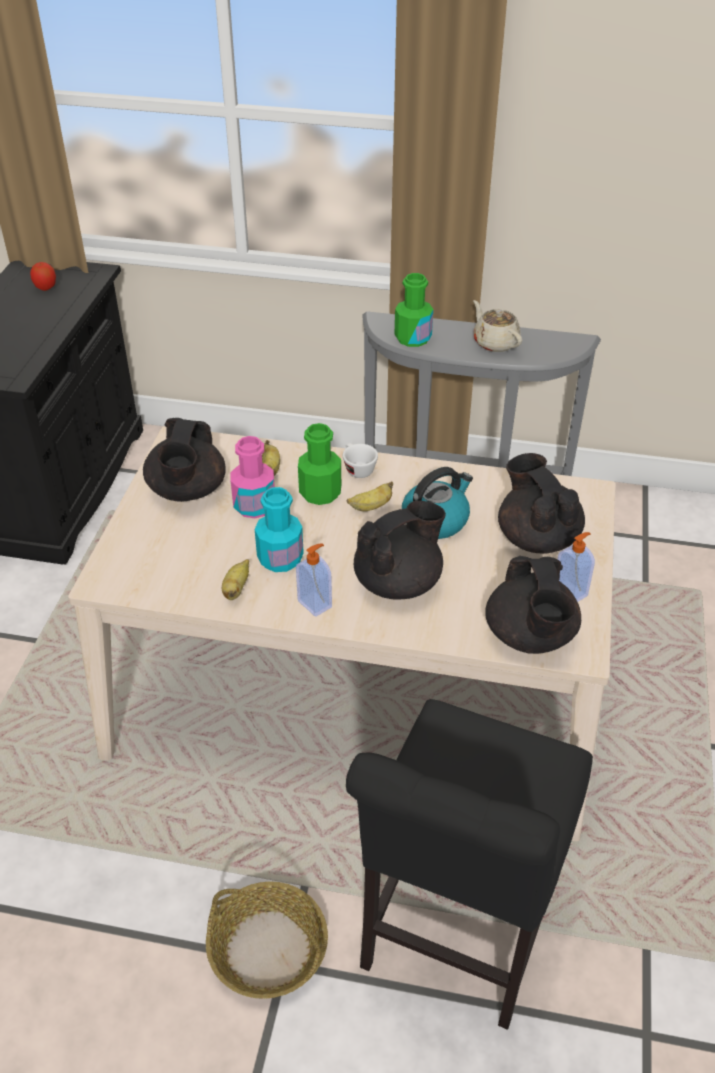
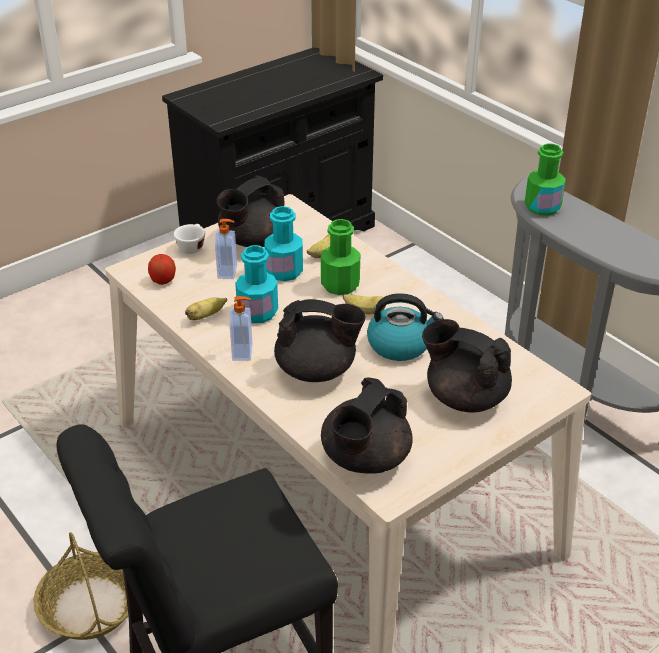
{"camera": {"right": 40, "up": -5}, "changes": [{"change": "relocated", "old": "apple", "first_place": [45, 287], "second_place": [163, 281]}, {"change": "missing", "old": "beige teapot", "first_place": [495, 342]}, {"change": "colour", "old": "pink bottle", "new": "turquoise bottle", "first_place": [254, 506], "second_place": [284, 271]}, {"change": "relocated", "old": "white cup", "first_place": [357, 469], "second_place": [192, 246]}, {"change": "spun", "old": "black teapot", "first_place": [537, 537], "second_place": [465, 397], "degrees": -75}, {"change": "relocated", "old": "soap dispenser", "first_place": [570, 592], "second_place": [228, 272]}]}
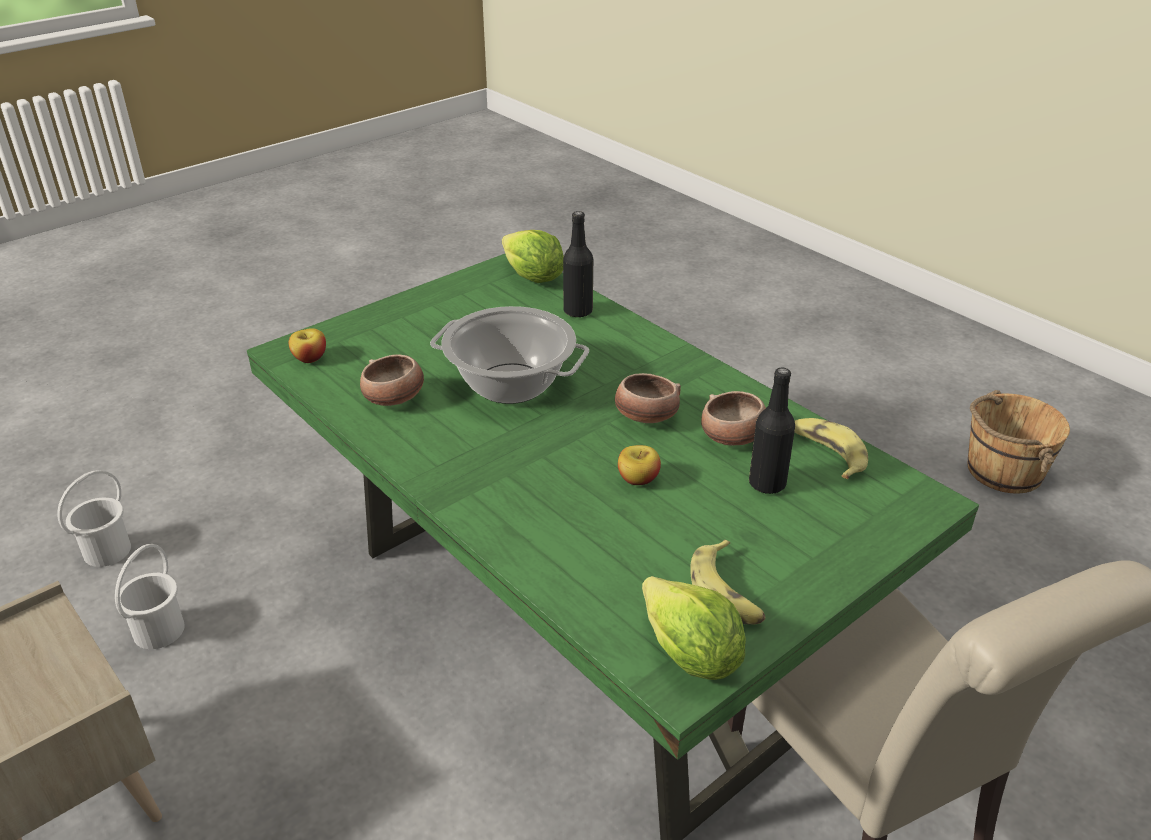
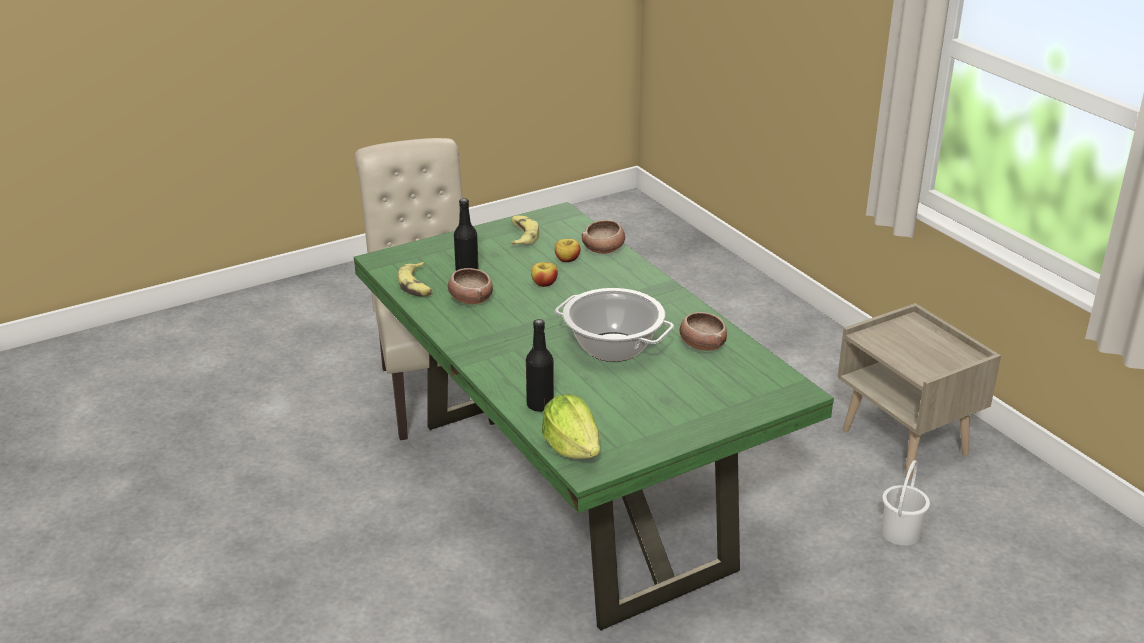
{"camera": {"right": -170, "up": -5}, "changes": [{"change": "relocated", "old": "apple", "first_place": [310, 358], "second_place": [567, 260]}, {"change": "relocated", "old": "bowl", "first_place": [645, 417], "second_place": [604, 249]}, {"change": "missing", "old": "brown bucket", "first_place": [1002, 471]}, {"change": "missing", "old": "white bucket", "first_place": [106, 551]}, {"change": "missing", "old": "lettuce", "first_place": [690, 656]}]}
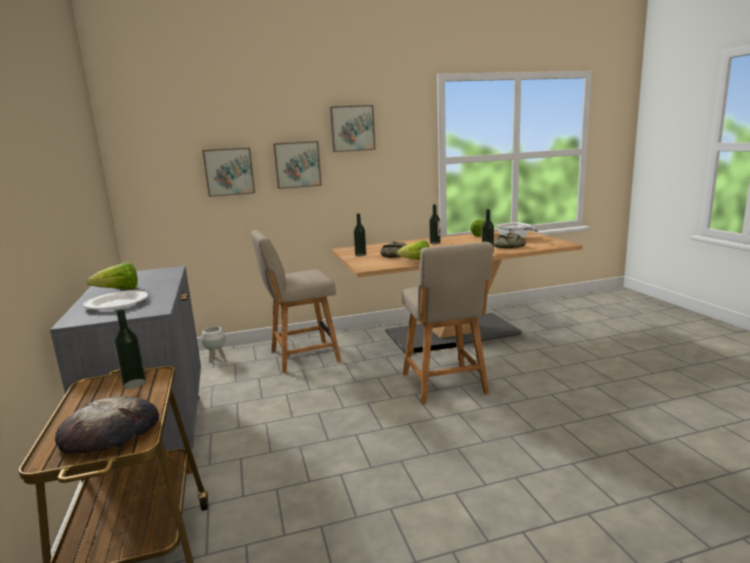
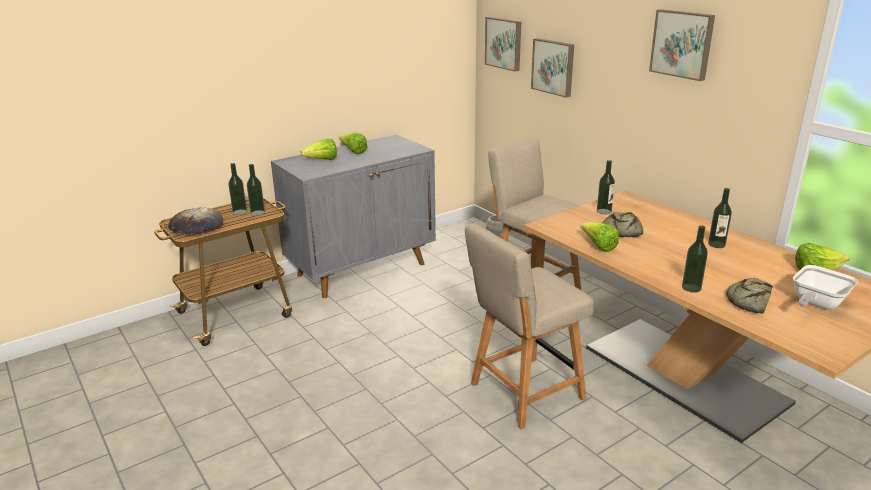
{"camera": {"right": 70, "up": 10}, "changes": [{"change": "relocated", "old": "picture", "first_place": [297, 164], "second_place": [504, 43]}, {"change": "exchanged", "old": "white plate", "new": "lettuce", "first_place": [117, 303], "second_place": [322, 160]}, {"change": "appeared", "new": "bottle", "second_place": [240, 212]}]}
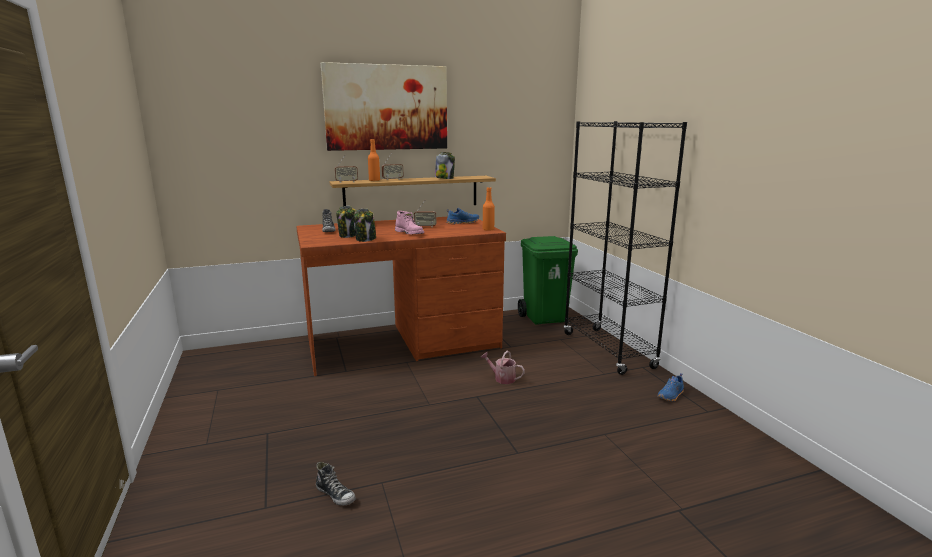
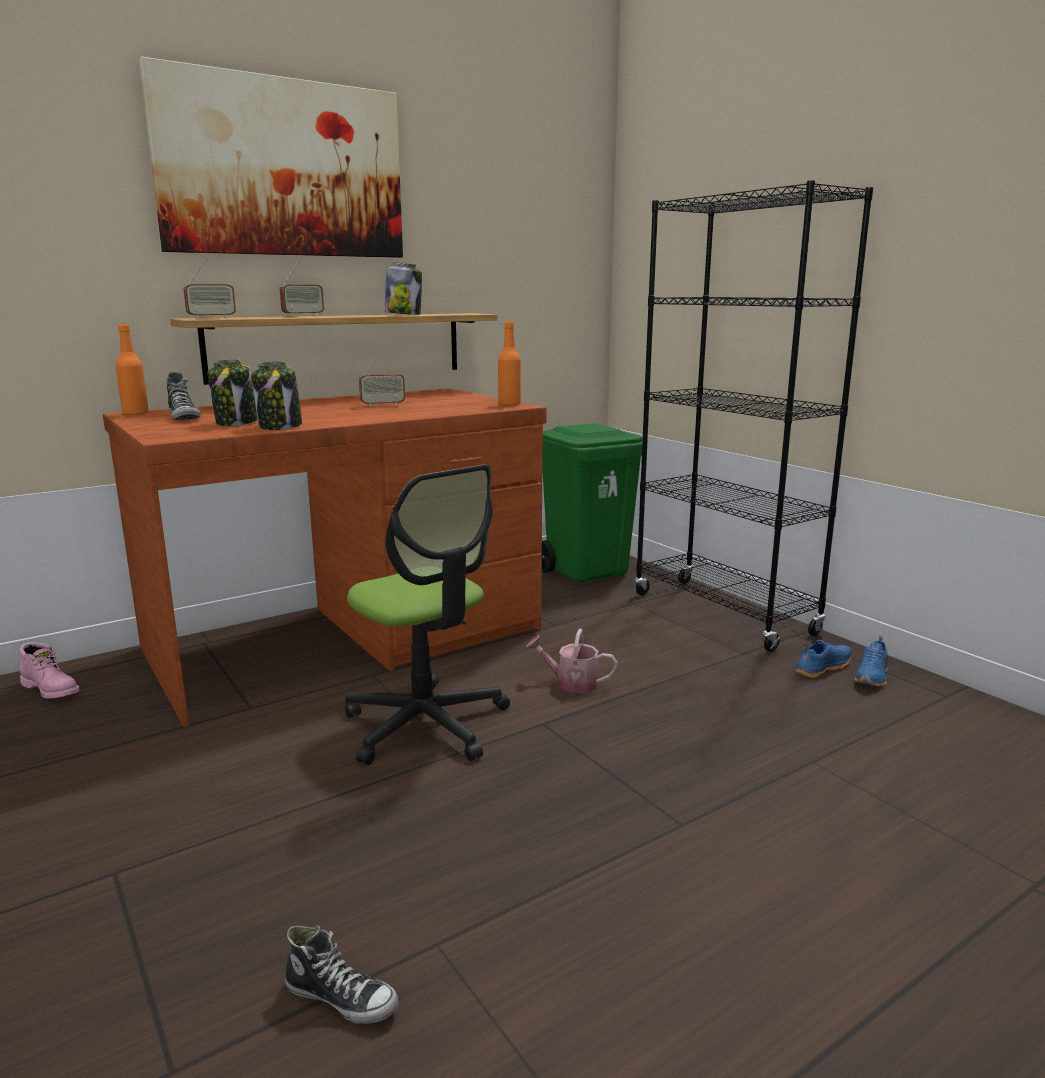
{"camera": {"right": -15, "up": 0}, "changes": [{"change": "relocated", "old": "orange bottle", "first_place": [374, 180], "second_place": [135, 414]}, {"change": "relocated", "old": "blue shoe", "first_place": [462, 223], "second_place": [821, 667]}, {"change": "relocated", "old": "pink boot", "first_place": [410, 233], "second_place": [52, 689]}, {"change": "appeared", "new": "office chair", "second_place": [426, 724]}]}
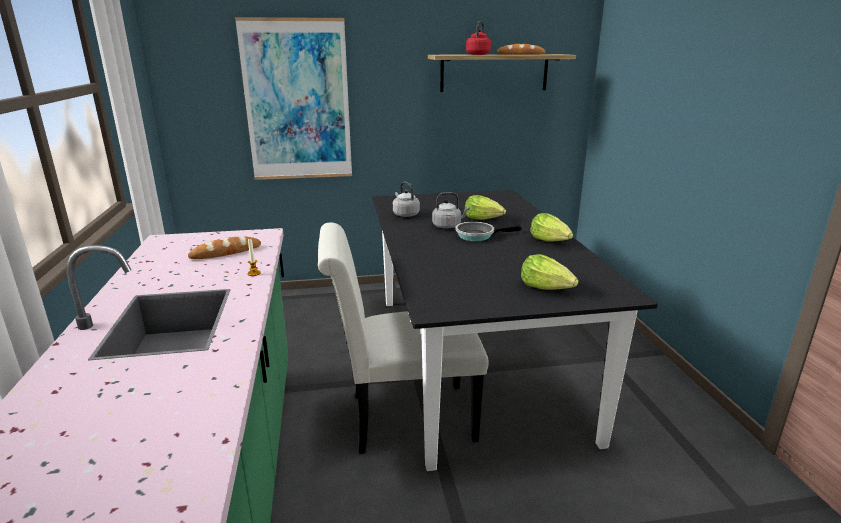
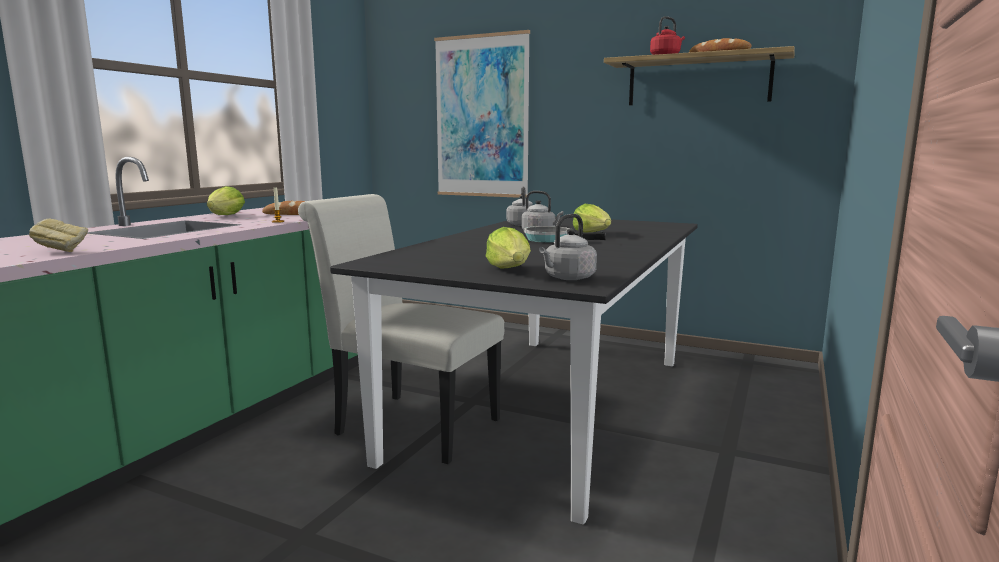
{"camera": {"right": 35, "up": -10}, "changes": [{"change": "relocated", "old": "lettuce", "first_place": [550, 240], "second_place": [226, 216]}, {"change": "appeared", "new": "grey kettle", "second_place": [567, 278]}, {"change": "appeared", "new": "bread", "second_place": [62, 251]}]}
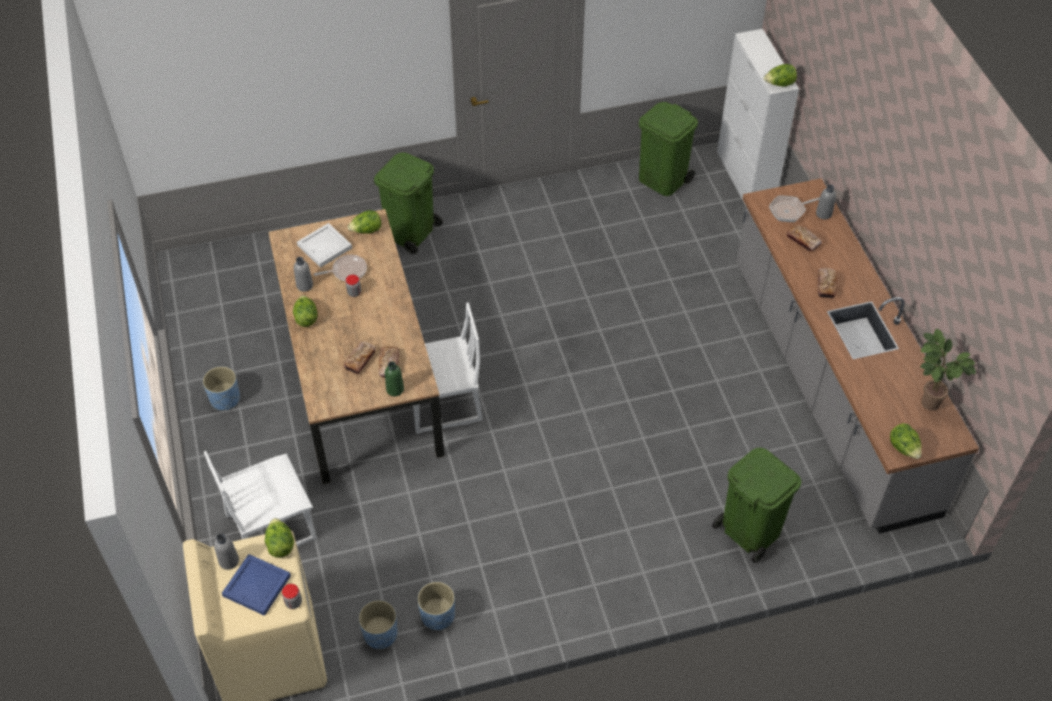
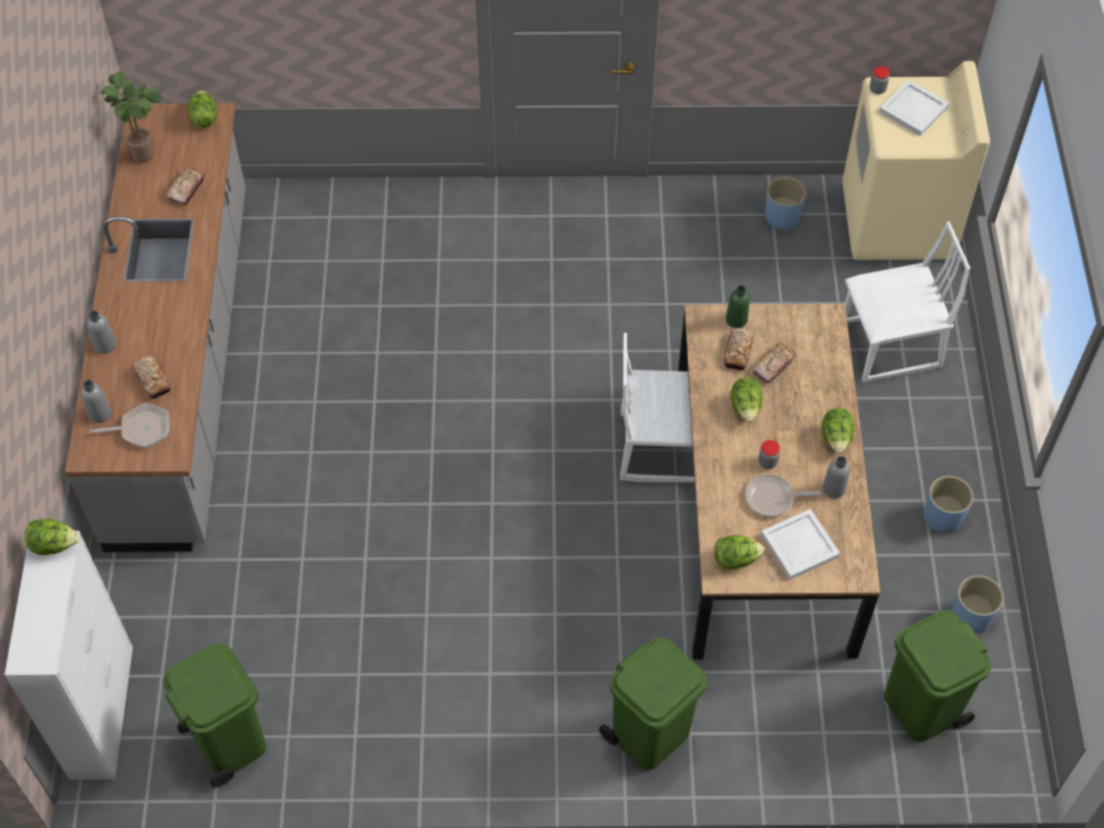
{"camera": {"right": -165, "up": 5}, "changes": [{"change": "relocated", "old": "bread", "first_place": [826, 285], "second_place": [186, 189]}, {"change": "relocated", "old": "green trash can", "first_place": [749, 530], "second_place": [921, 708]}, {"change": "relocated", "old": "lettuce", "first_place": [280, 545], "second_place": [745, 408]}, {"change": "relocated", "old": "grey bottle", "first_place": [229, 561], "second_place": [105, 345]}, {"change": "colour", "old": "blue tray", "new": "white tray", "first_place": [255, 586], "second_place": [914, 110]}, {"change": "relocated", "old": "blue planter", "first_place": [437, 616], "second_place": [971, 616]}]}
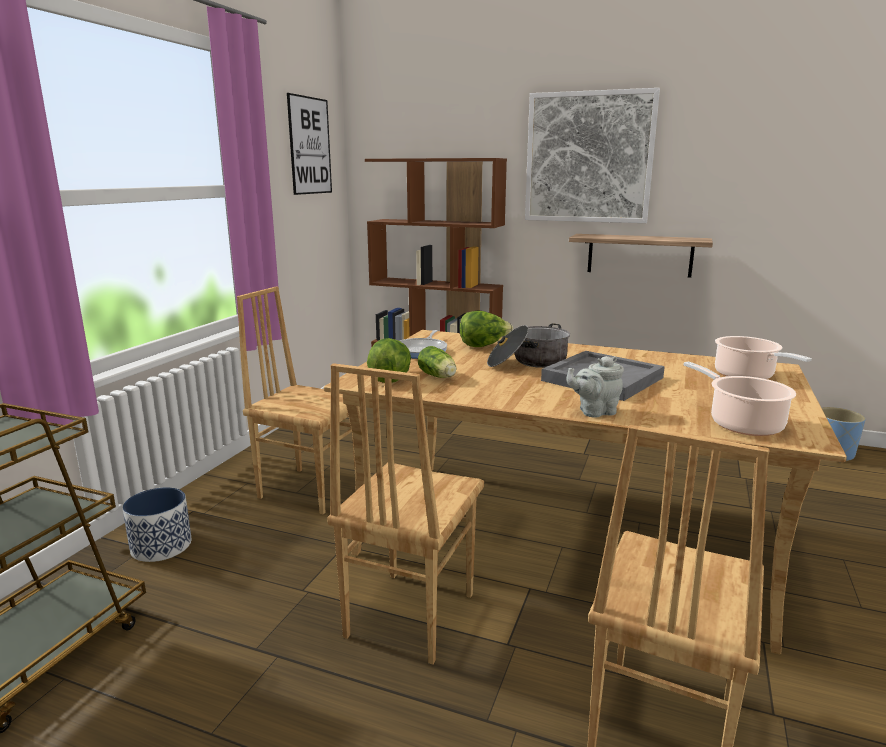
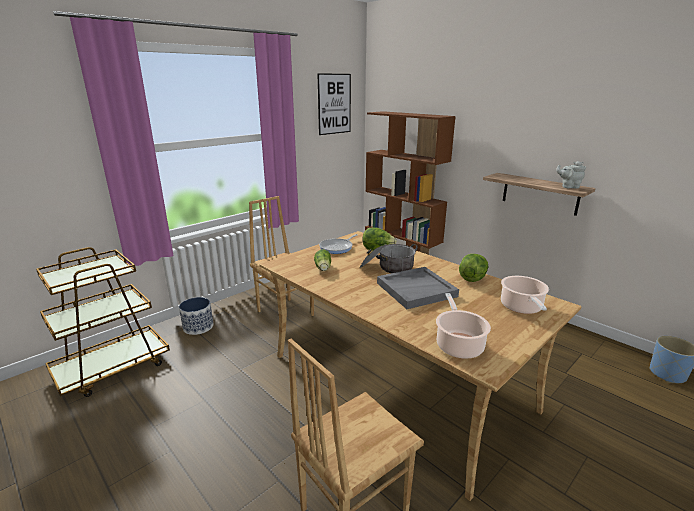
{"camera": {"right": 25, "up": 5}, "changes": [{"change": "missing", "old": "picture", "first_place": [588, 158]}, {"change": "relocated", "old": "lettuce", "first_place": [390, 378], "second_place": [472, 278]}, {"change": "relocated", "old": "grey teapot", "first_place": [594, 412], "second_place": [568, 187]}, {"change": "missing", "old": "brown chair", "first_place": [408, 615]}]}
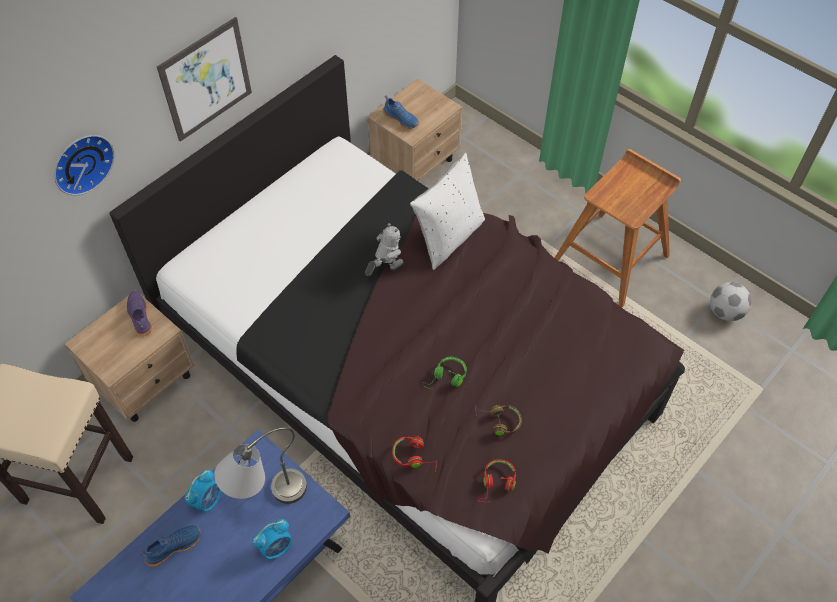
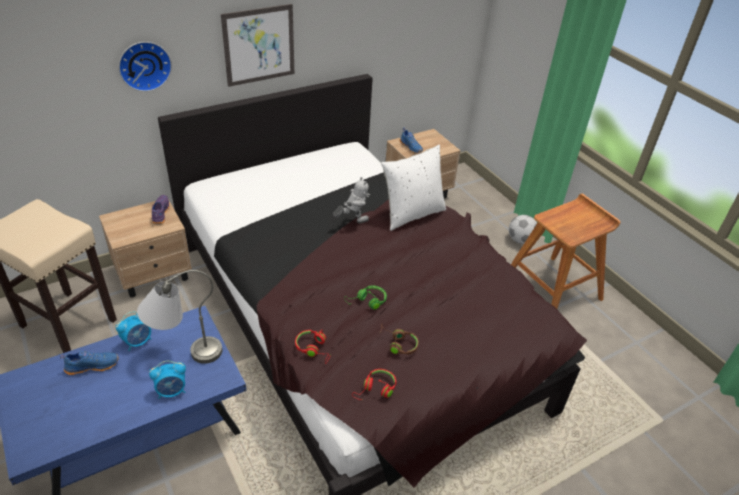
{"camera": {"right": 15, "up": -15}, "changes": [{"change": "relocated", "old": "football", "first_place": [725, 312], "second_place": [520, 240]}]}
